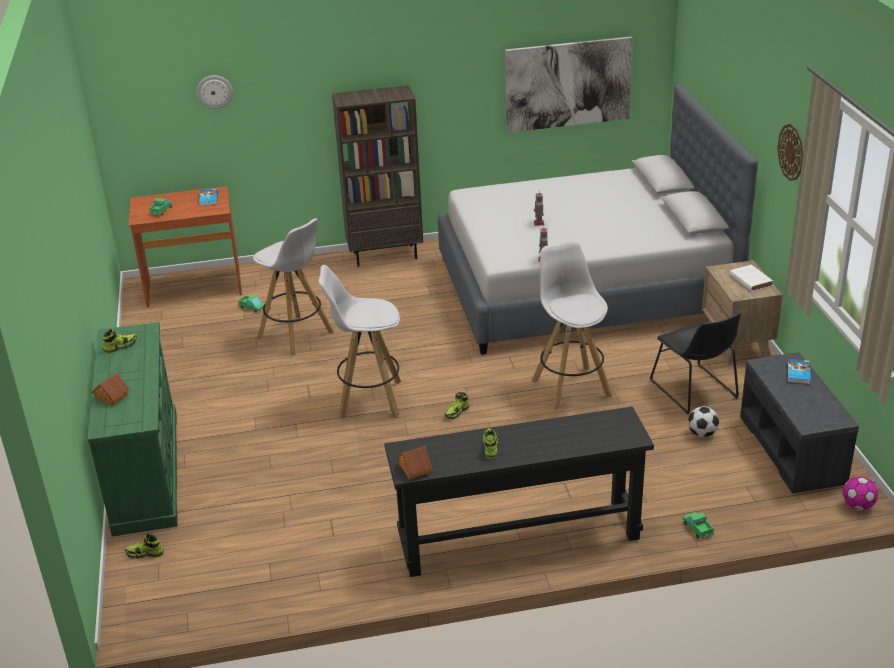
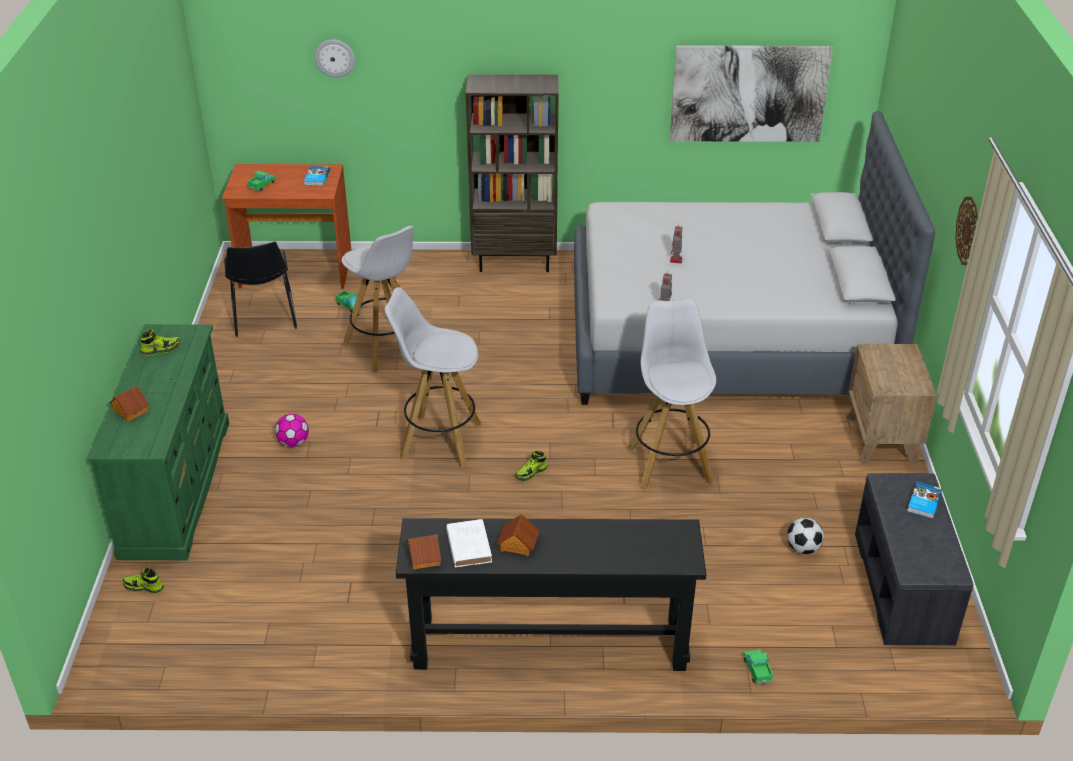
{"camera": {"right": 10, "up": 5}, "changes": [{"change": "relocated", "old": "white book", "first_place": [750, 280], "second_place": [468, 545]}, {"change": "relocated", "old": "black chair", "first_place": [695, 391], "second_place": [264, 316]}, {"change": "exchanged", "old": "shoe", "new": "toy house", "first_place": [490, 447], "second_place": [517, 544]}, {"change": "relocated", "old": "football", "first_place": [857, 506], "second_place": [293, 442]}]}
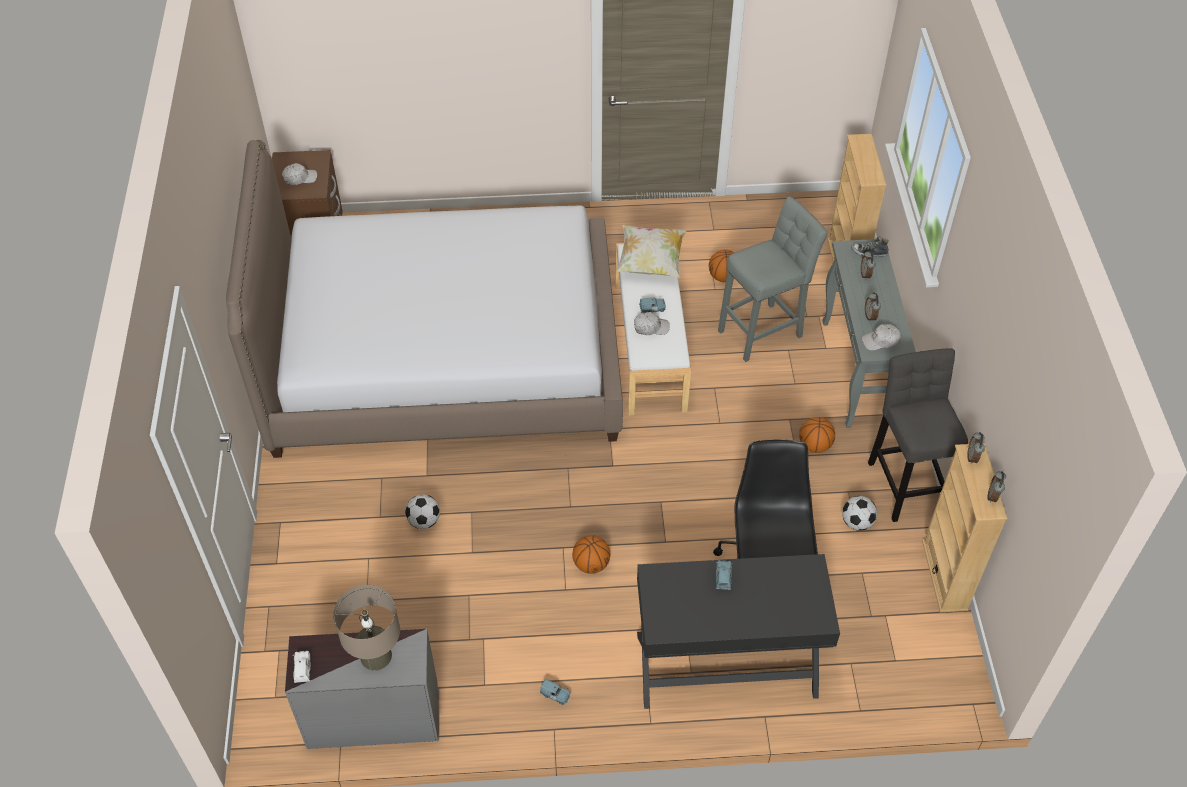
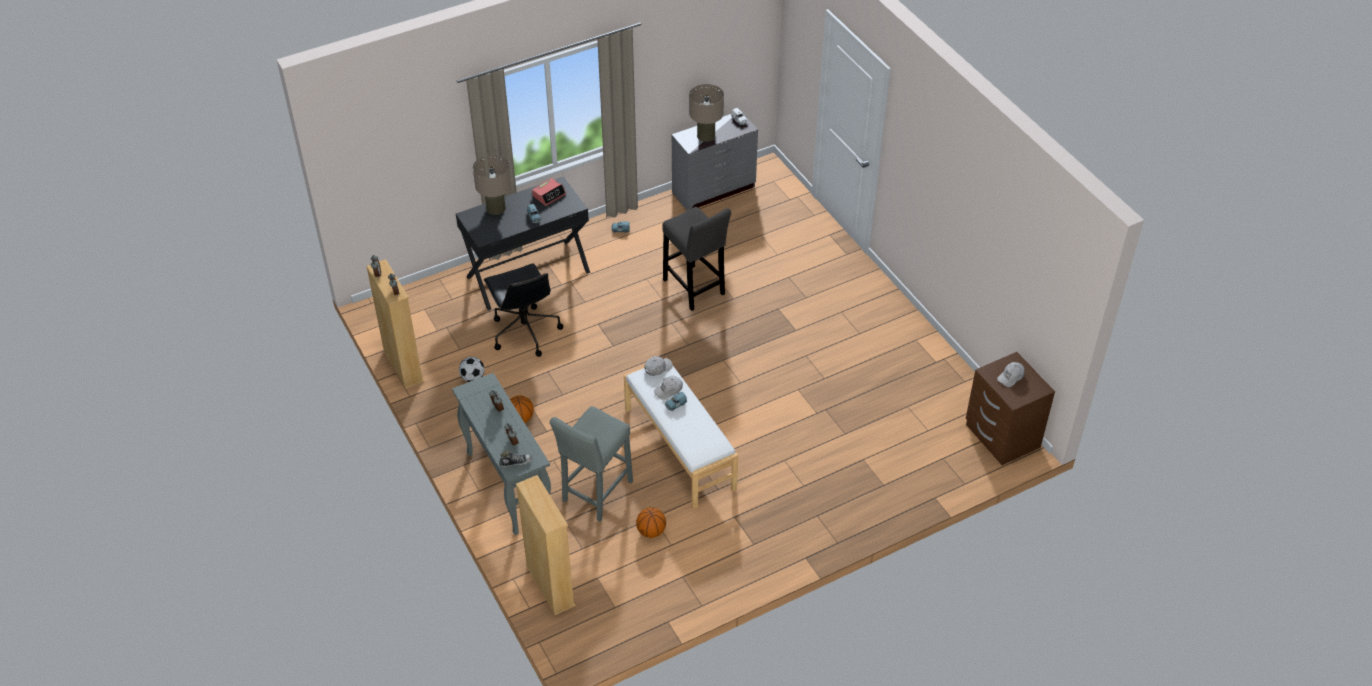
{"camera": {"right": 155, "up": -5}, "changes": [{"change": "missing", "old": "bed", "first_place": [444, 356]}, {"change": "missing", "old": "pillow", "first_place": [650, 262]}, {"change": "relocated", "old": "white cap", "first_place": [881, 341], "second_place": [658, 368]}, {"change": "relocated", "old": "grey stool", "first_place": [905, 483], "second_place": [695, 289]}, {"change": "missing", "old": "football", "first_place": [424, 521]}, {"change": "missing", "old": "basketball", "first_place": [591, 564]}, {"change": "appeared", "new": "beige table lamp", "second_place": [496, 208]}, {"change": "appeared", "new": "alarm clock", "second_place": [549, 195]}]}
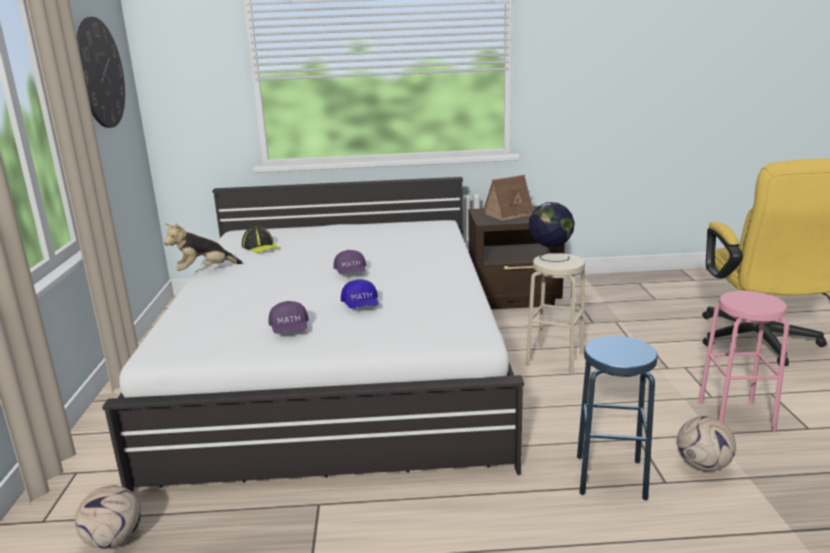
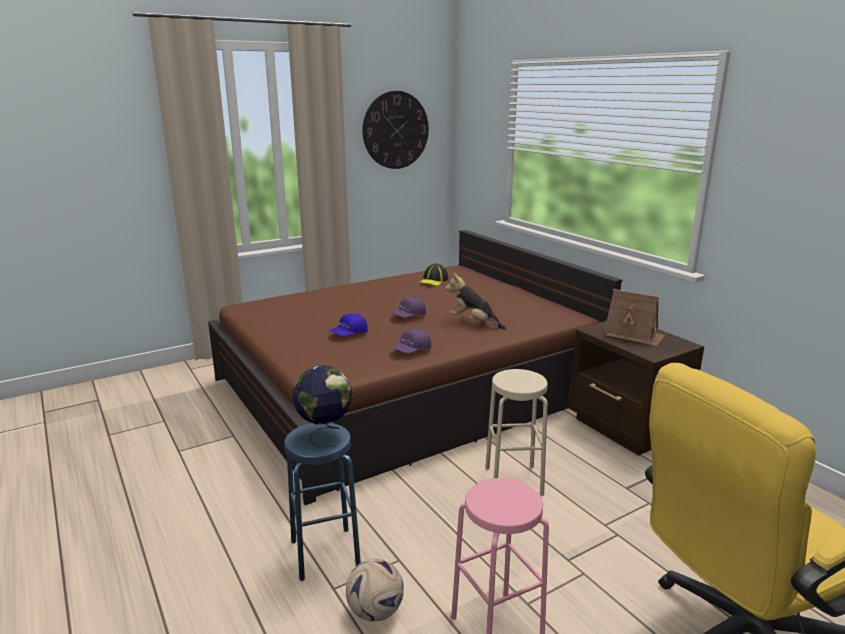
{"camera": {"right": 60, "up": 0}, "changes": [{"change": "colour", "old": "white bed", "new": "brown bed", "first_place": [339, 365], "second_place": [407, 388]}, {"change": "relocated", "old": "globe", "first_place": [550, 257], "second_place": [325, 434]}, {"change": "relocated", "old": "plush toy", "first_place": [204, 271], "second_place": [474, 323]}, {"change": "relocated", "old": "purple cap", "first_place": [290, 330], "second_place": [411, 351]}, {"change": "missing", "old": "football", "first_place": [113, 540]}]}
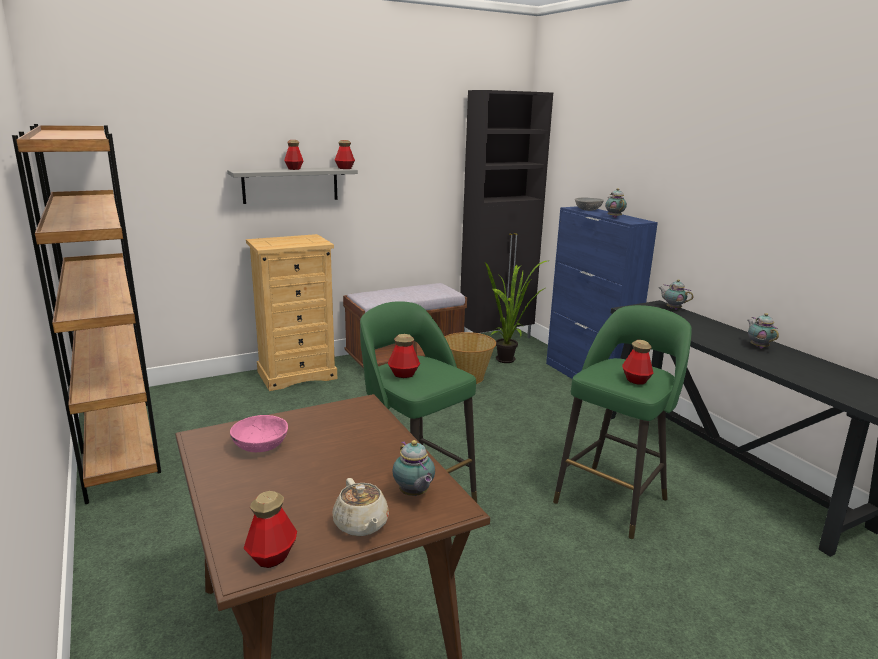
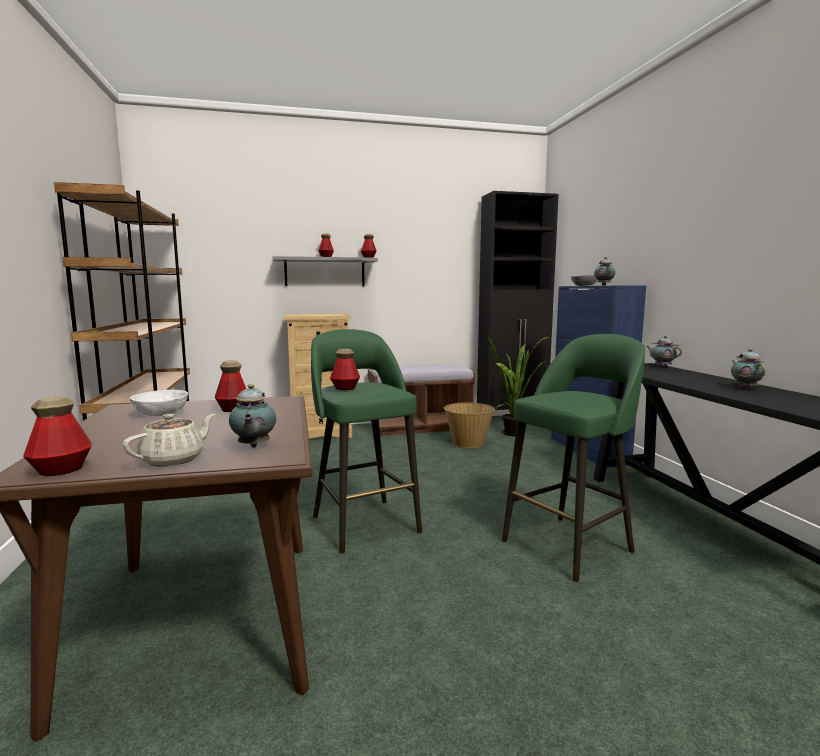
{"camera": {"right": 15, "up": -10}, "changes": [{"change": "relocated", "old": "bottle", "first_place": [636, 380], "second_place": [232, 409]}, {"change": "colour", "old": "pink bowl", "new": "white bowl", "first_place": [260, 445], "second_place": [161, 413]}, {"change": "spun", "old": "beige teapot", "first_place": [361, 525], "second_place": [174, 459], "degrees": -135}]}
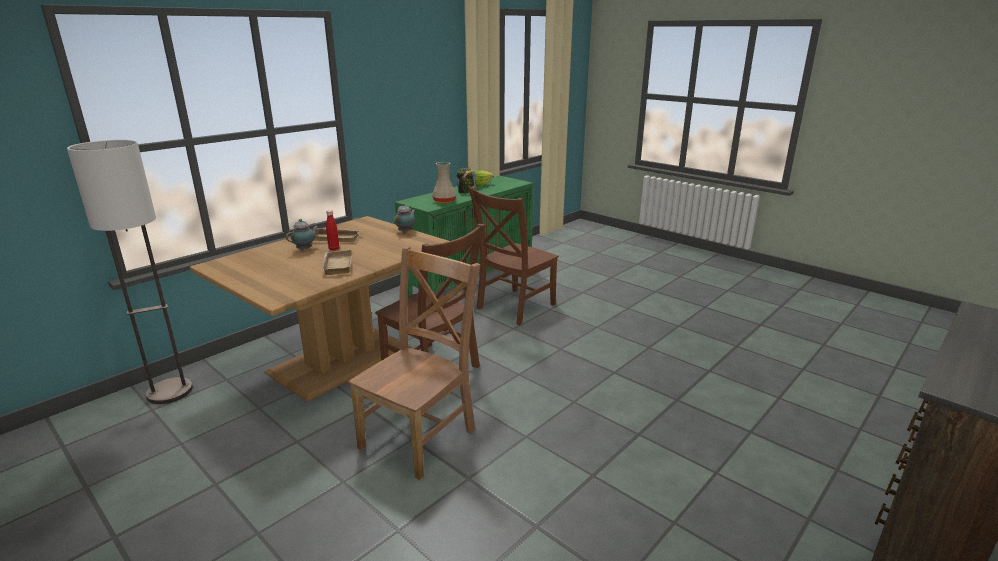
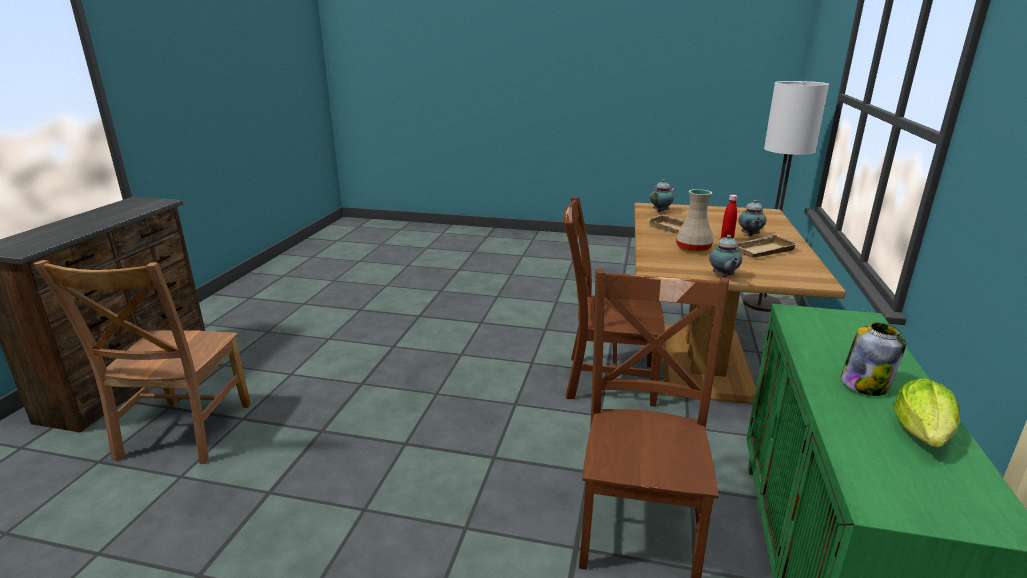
{"camera": {"right": 150, "up": 0}, "changes": [{"change": "relocated", "old": "beige vase", "first_place": [444, 202], "second_place": [692, 248]}, {"change": "relocated", "old": "brown chair", "first_place": [421, 436], "second_place": [182, 434]}, {"change": "appeared", "new": "teapot", "second_place": [661, 211]}]}
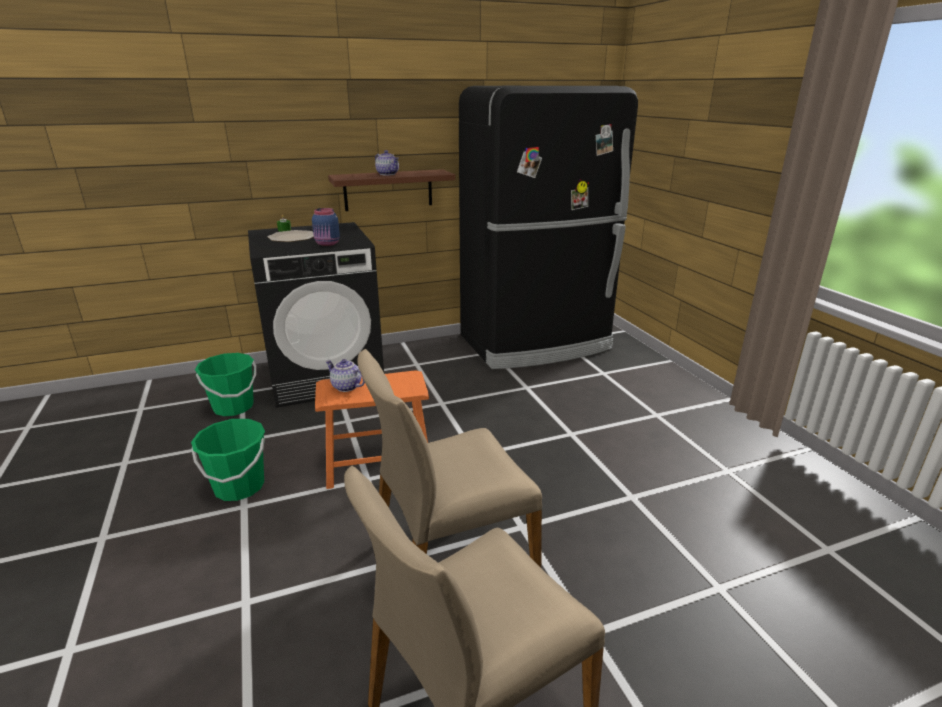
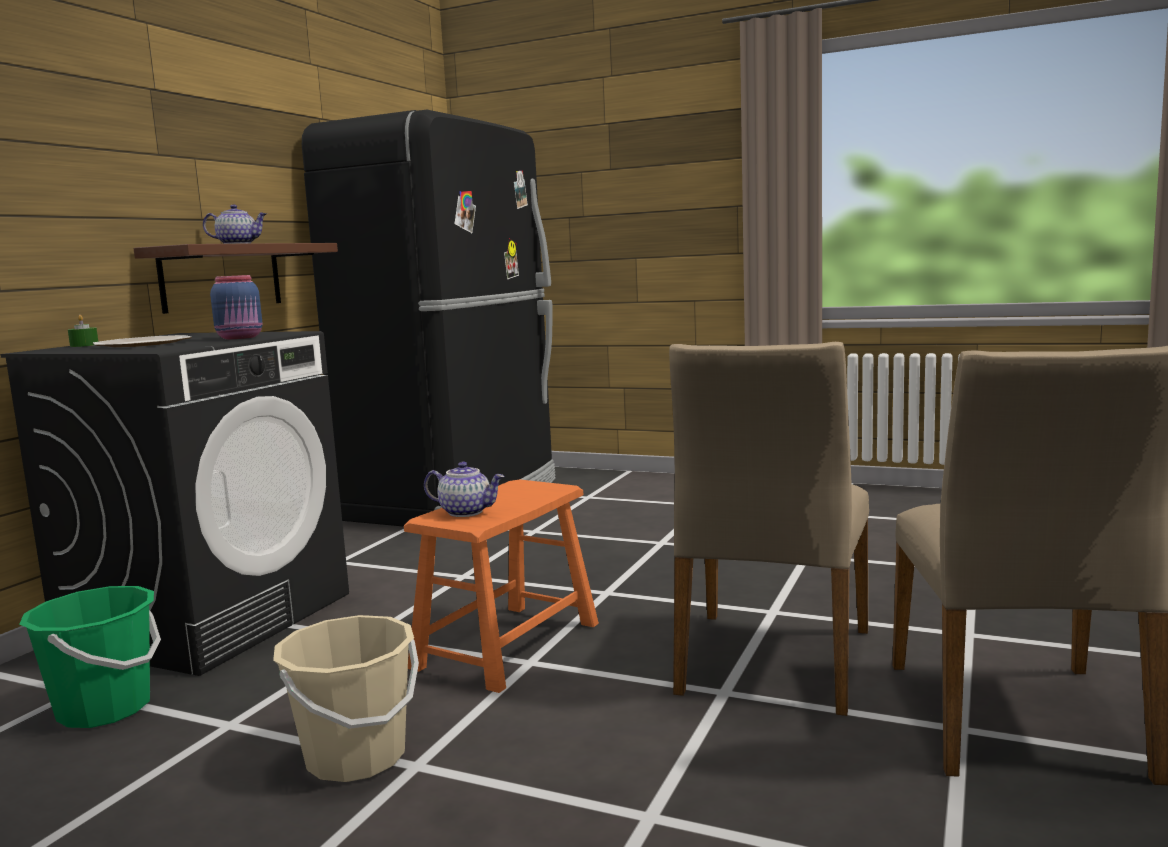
{"camera": {"right": -45, "up": -15}, "changes": [{"change": "spun", "old": "teapot", "first_place": [345, 387], "second_place": [467, 512], "degrees": -150}, {"change": "colour", "old": "green bucket", "new": "beige bucket", "first_place": [239, 487], "second_place": [356, 757]}]}
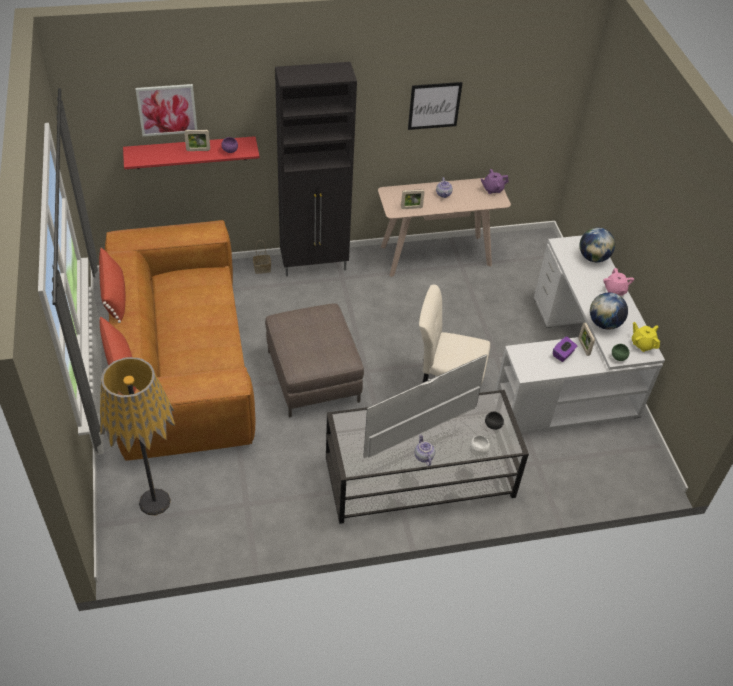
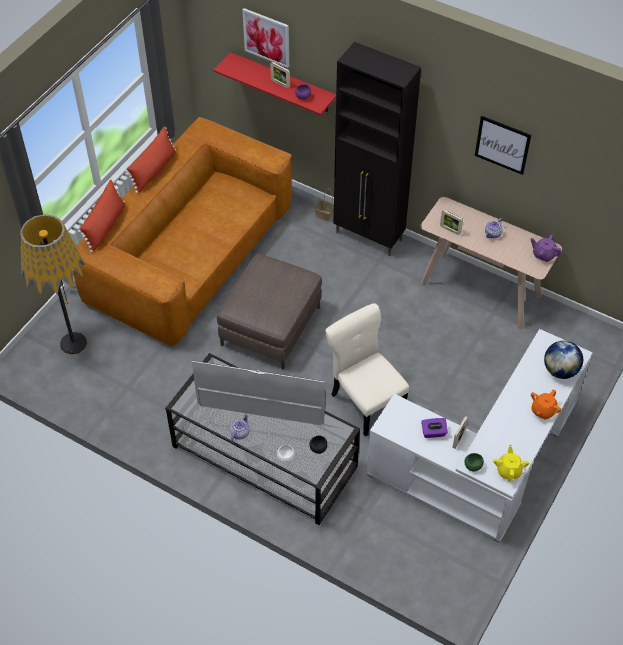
{"camera": {"right": 45, "up": 5}, "changes": [{"change": "colour", "old": "pink teapot", "new": "orange teapot", "first_place": [615, 291], "second_place": [543, 411]}, {"change": "missing", "old": "globe", "first_place": [604, 323]}]}
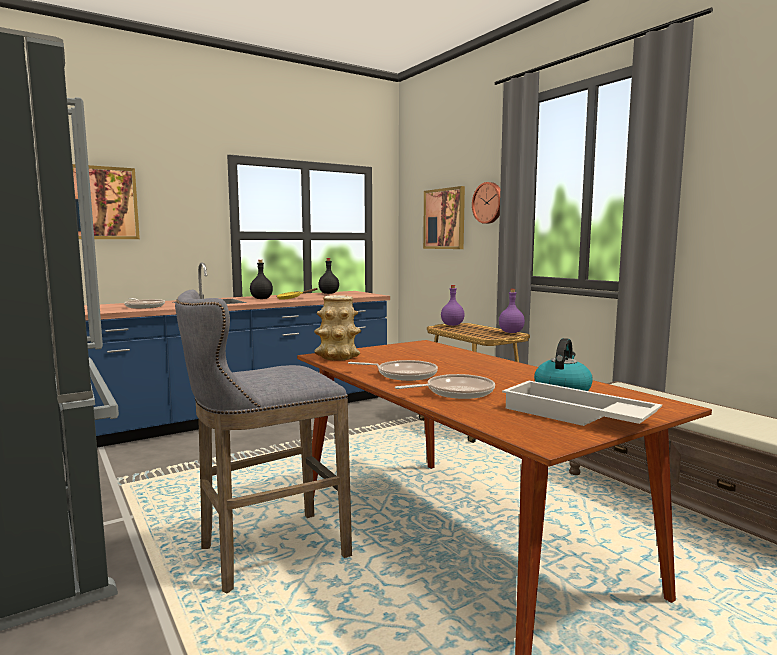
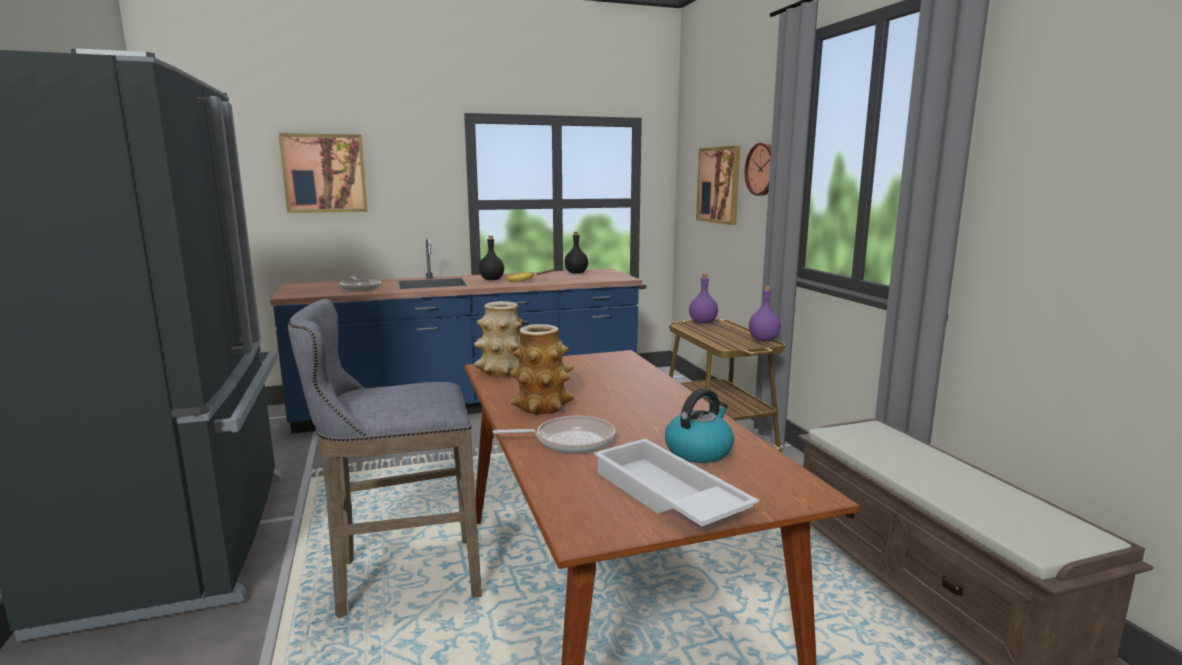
{"camera": {"right": 15, "up": 5}, "changes": [{"change": "exchanged", "old": "frying pan", "new": "vase", "first_place": [403, 375], "second_place": [542, 406]}]}
